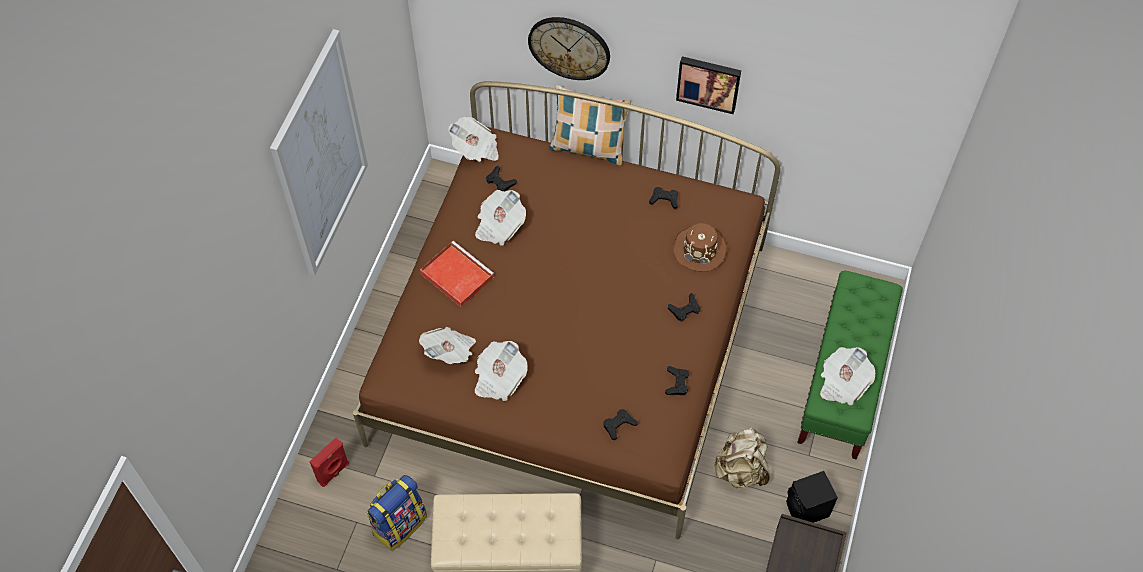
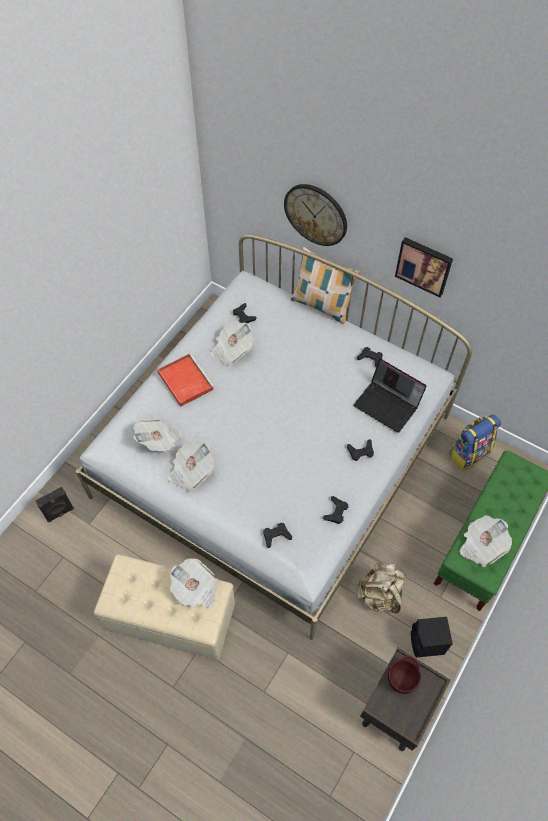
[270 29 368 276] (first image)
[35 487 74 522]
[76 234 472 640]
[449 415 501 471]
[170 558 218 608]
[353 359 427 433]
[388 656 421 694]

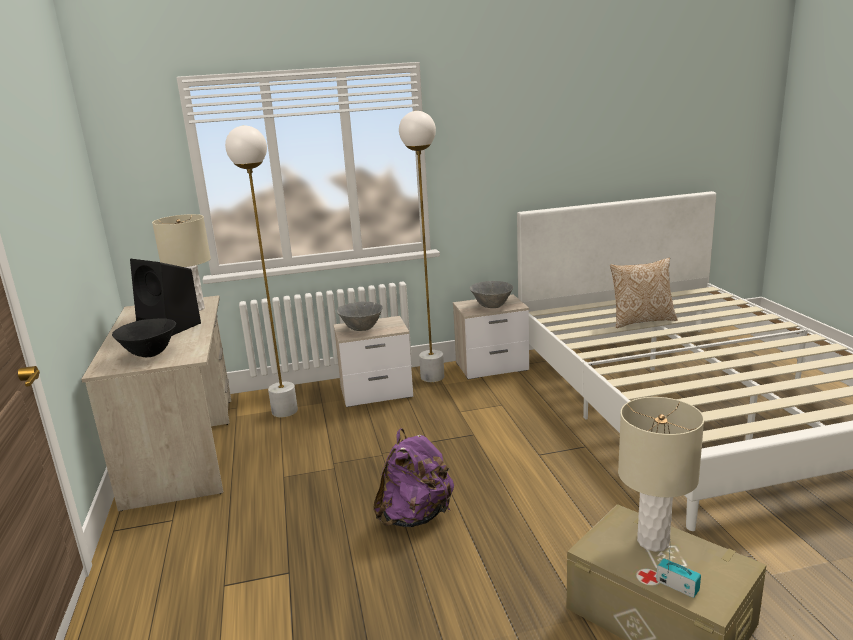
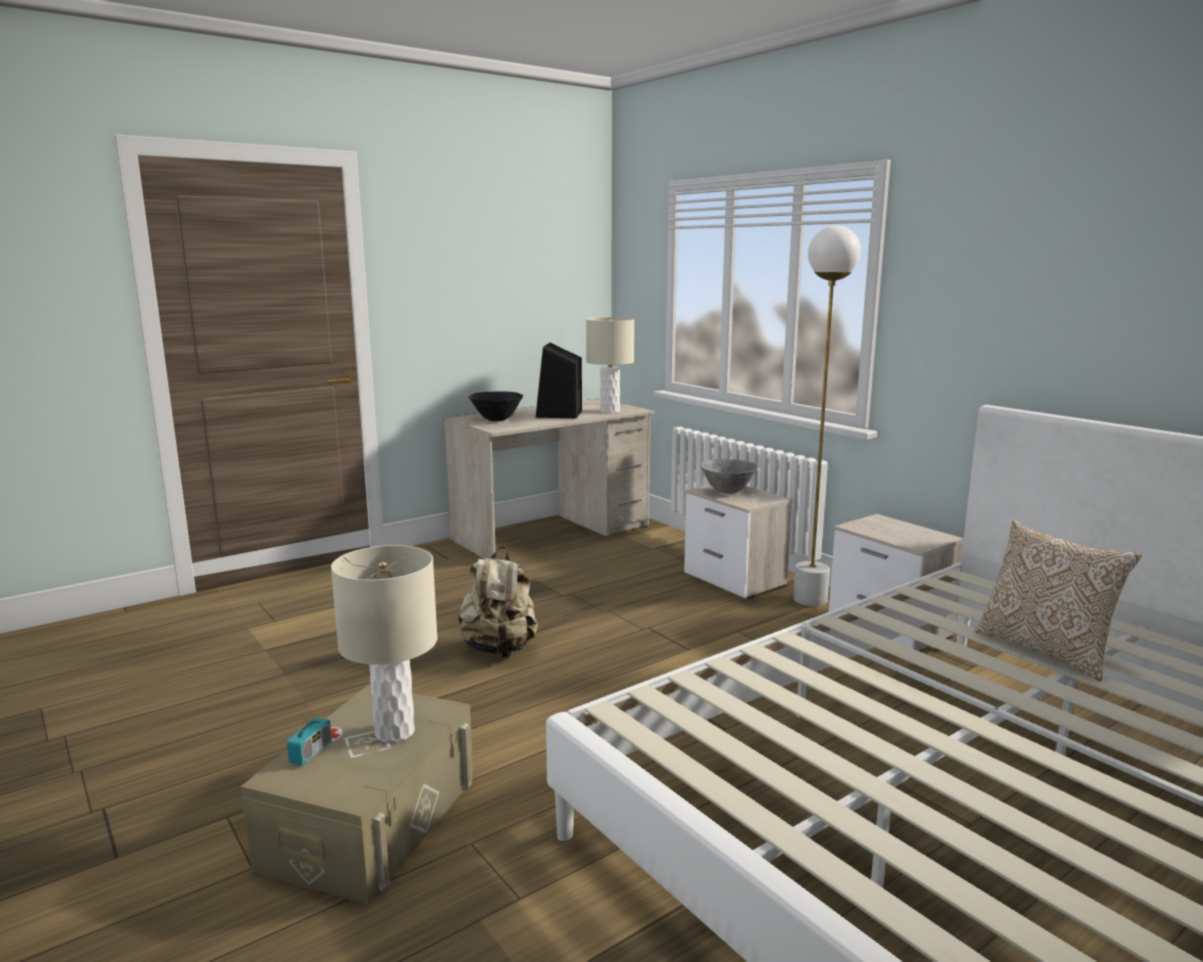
[225 126 298 418] (first image)
[458 546 538 657]
[470 281 513 308] (first image)

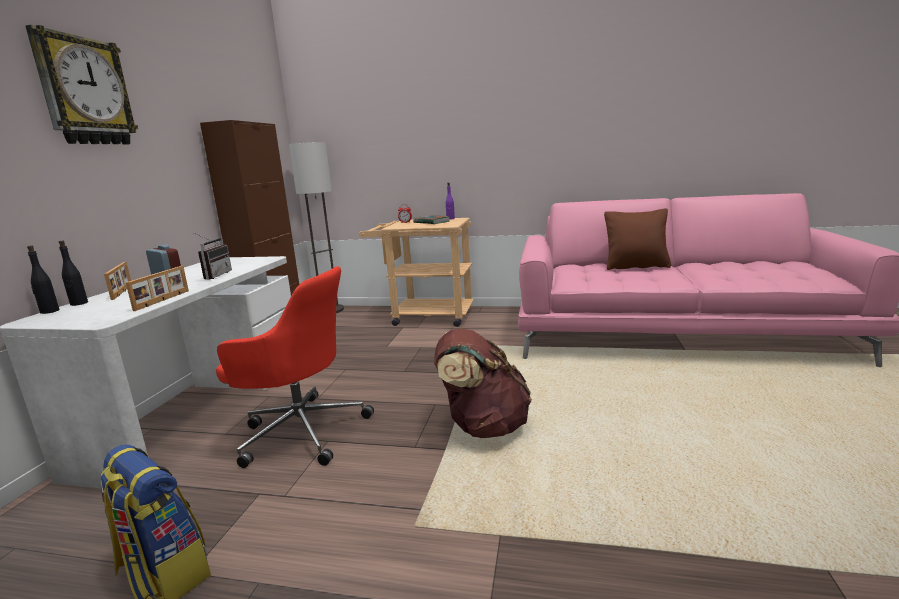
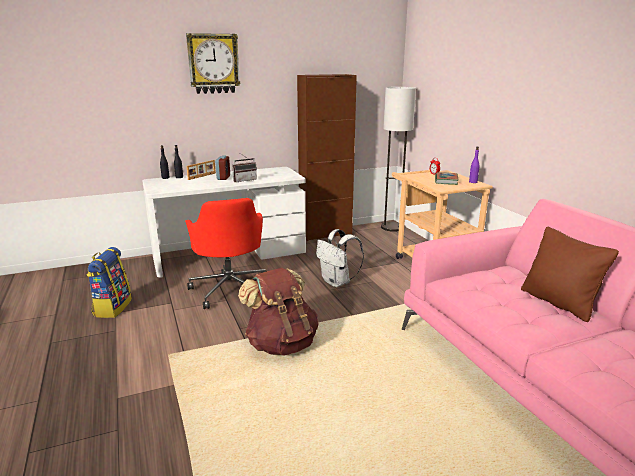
[126 266 189 311] (first image)
[316 229 364 287]

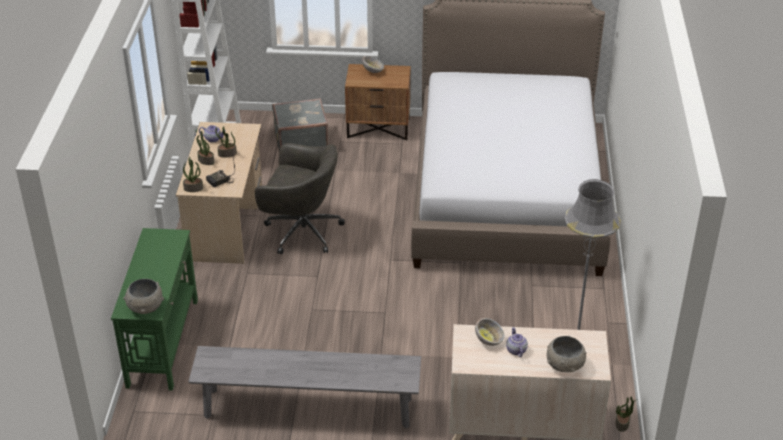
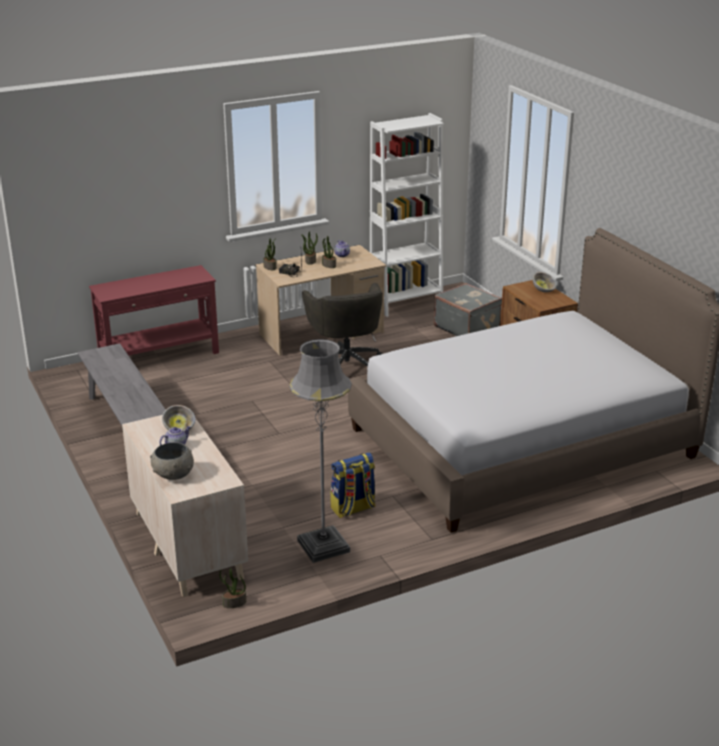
[89 265 219 356]
[123 279 164 314] (first image)
[330 452 376 518]

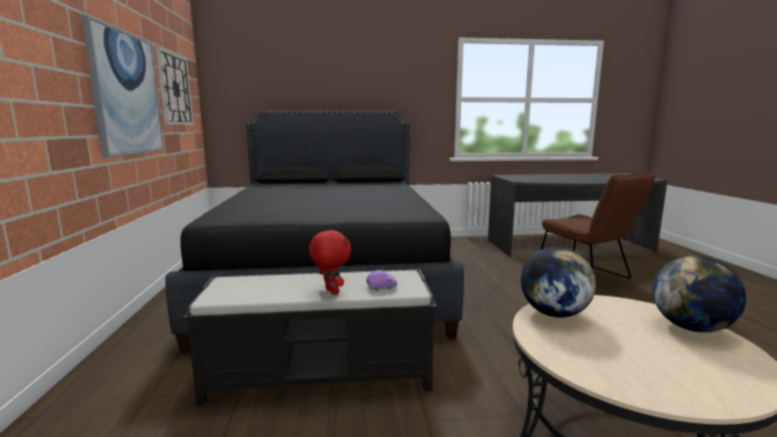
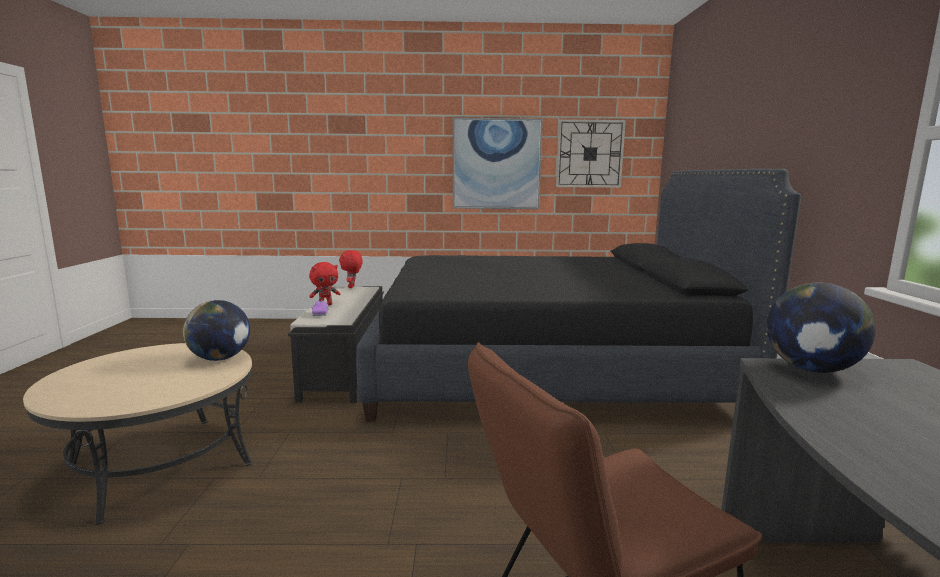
[766 283 876 373]
[339 250 363 288]

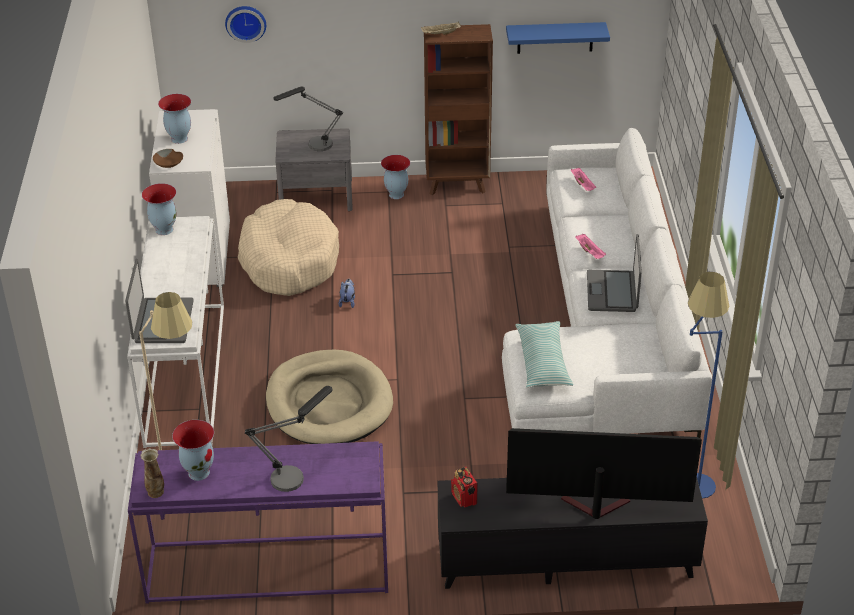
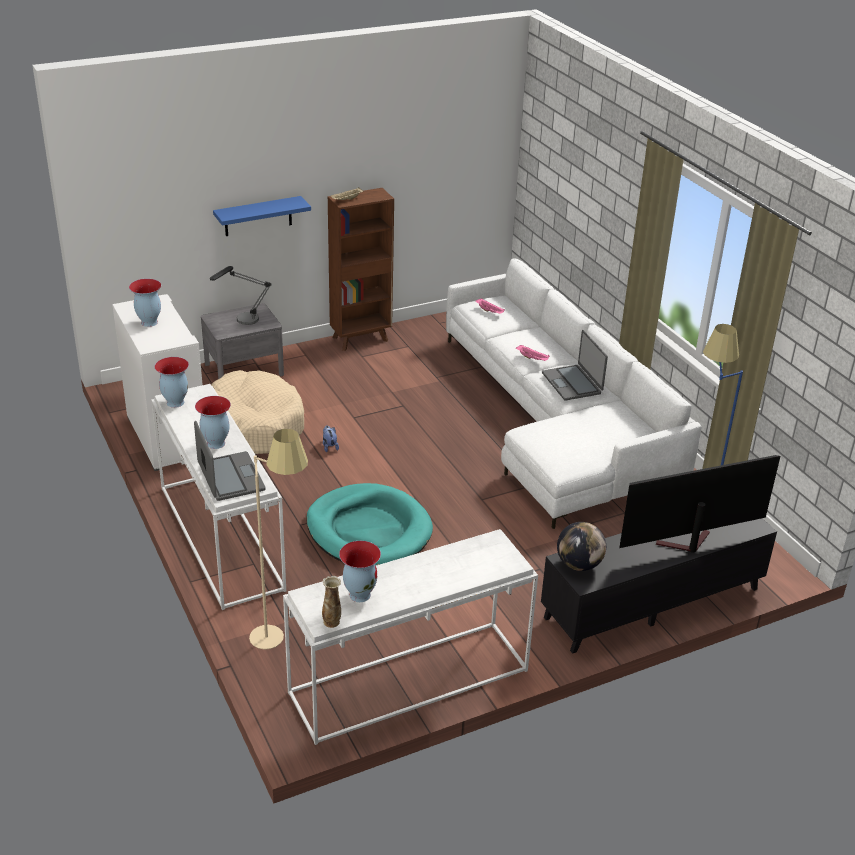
[283 529 538 745]
[153 149 183 168] (first image)
[225 6 266 43] (first image)
[245 386 332 492] (first image)
[306 483 433 565]
[195 396 231 449]
[557 522 606 571]
[213 196 311 236]
[515 321 573 388] (first image)

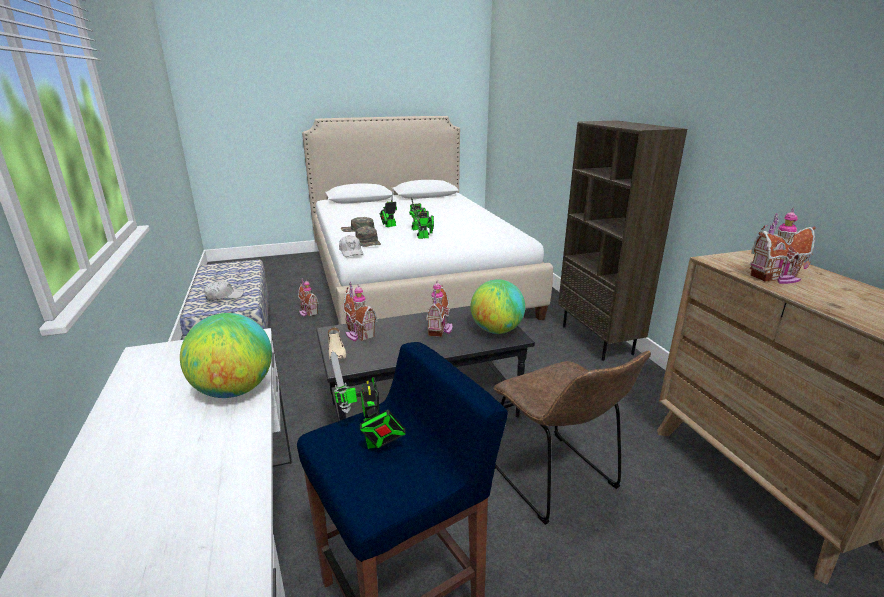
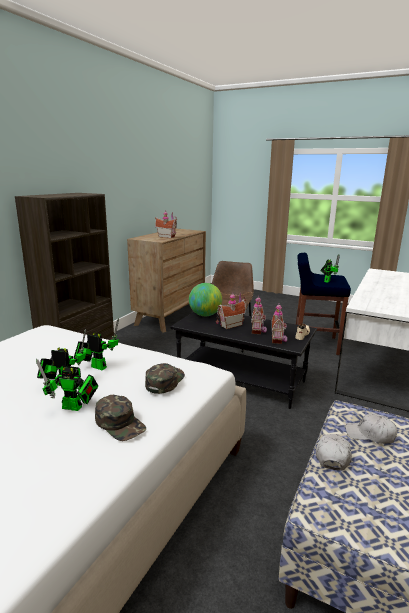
[180 313 272 398] (first image)
[251 295 267 334]
[316 434 352 471]

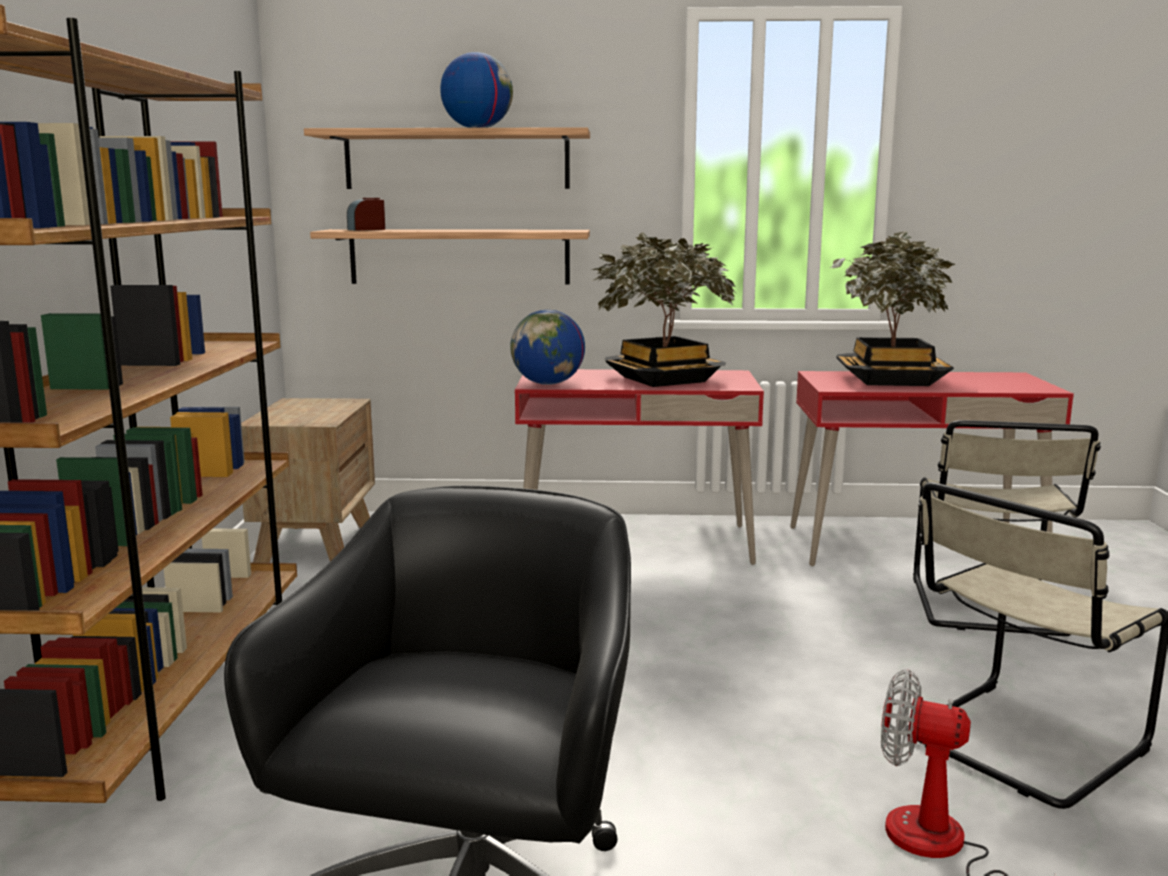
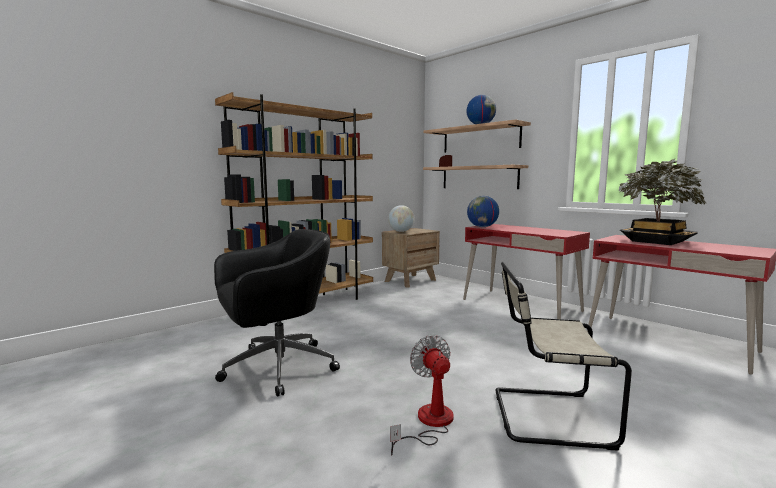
[590 232 736 387] (first image)
[913 420 1101 636] (first image)
[388 205 414 232]

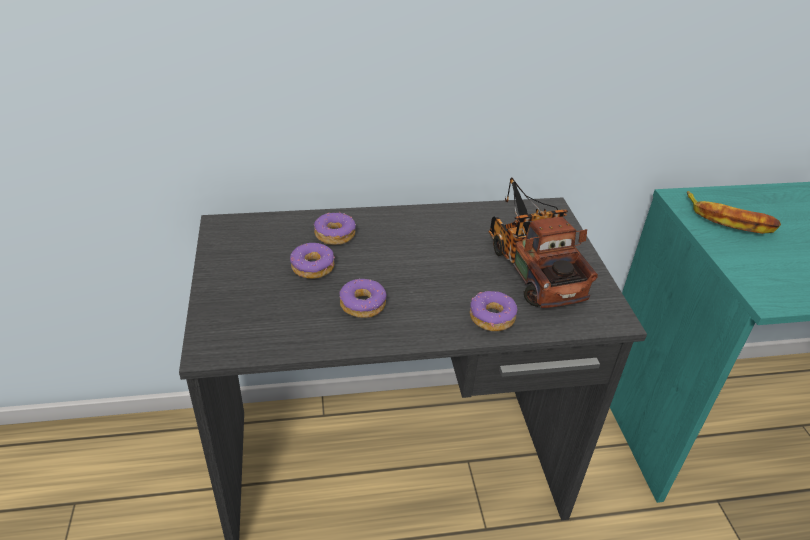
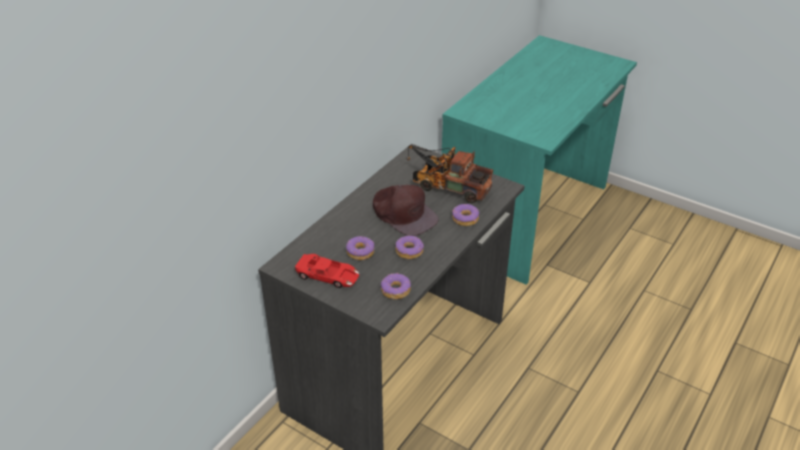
[381 273 411 299]
[687 191 781 234] (first image)
[295 254 359 288]
[373 185 439 236]

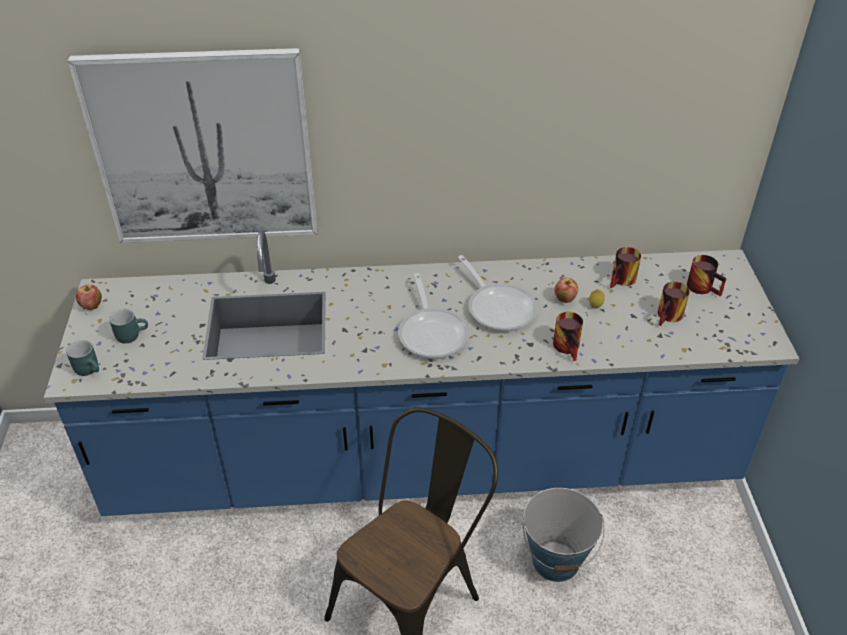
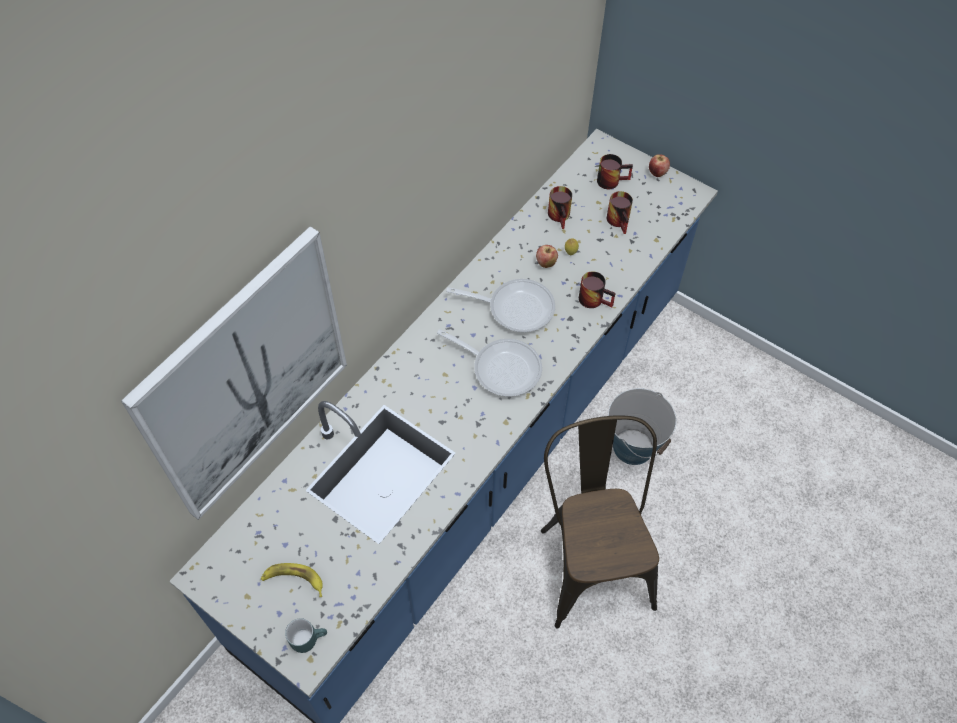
[649 154 670 177]
[261 563 323 597]

